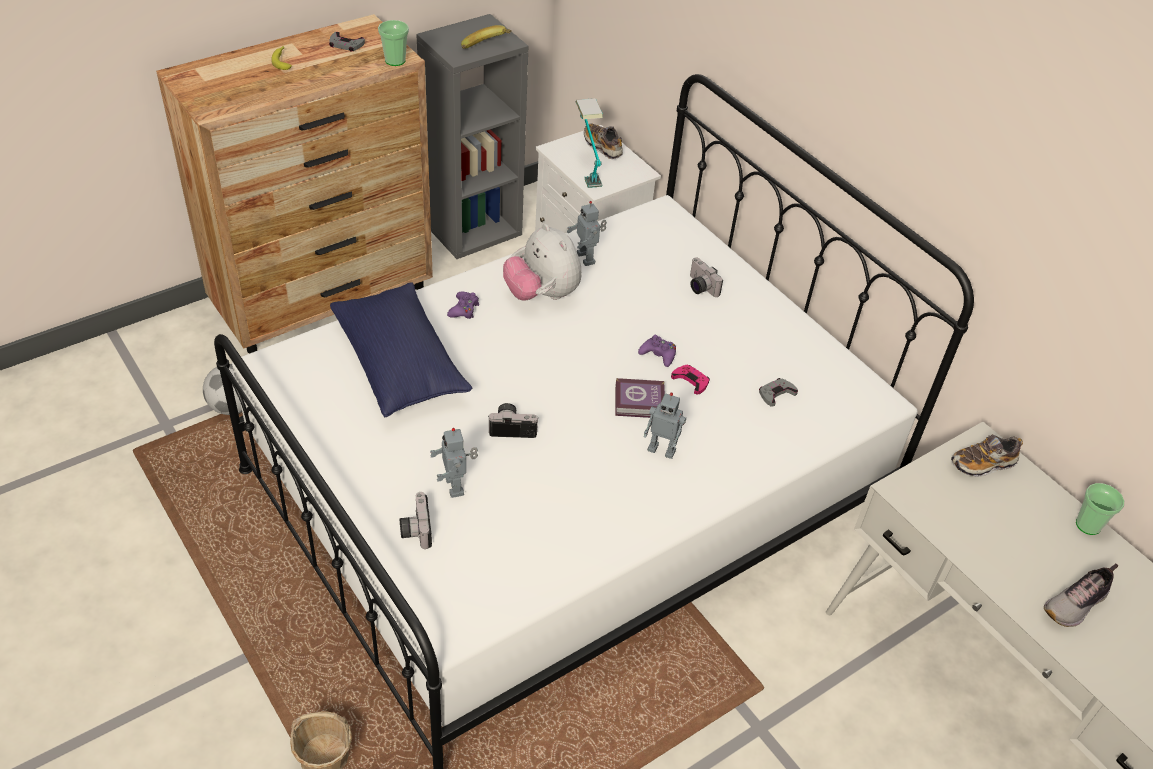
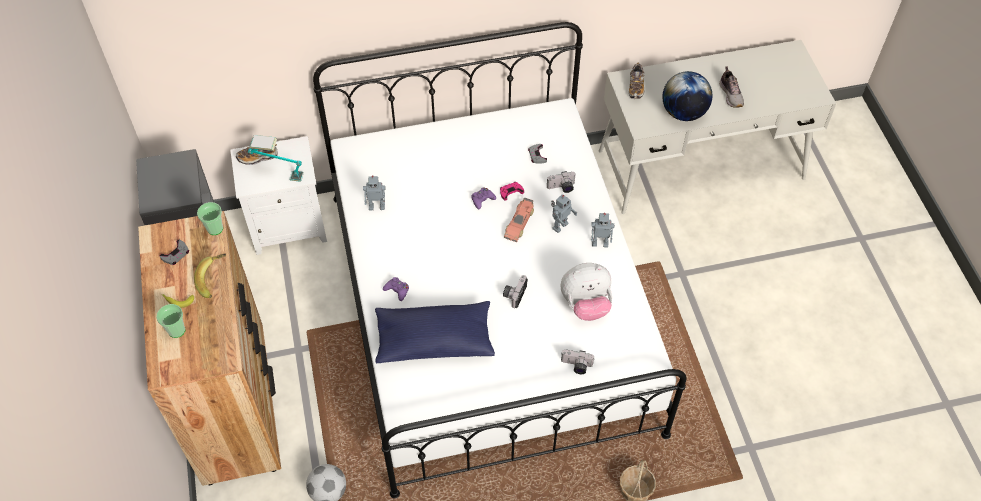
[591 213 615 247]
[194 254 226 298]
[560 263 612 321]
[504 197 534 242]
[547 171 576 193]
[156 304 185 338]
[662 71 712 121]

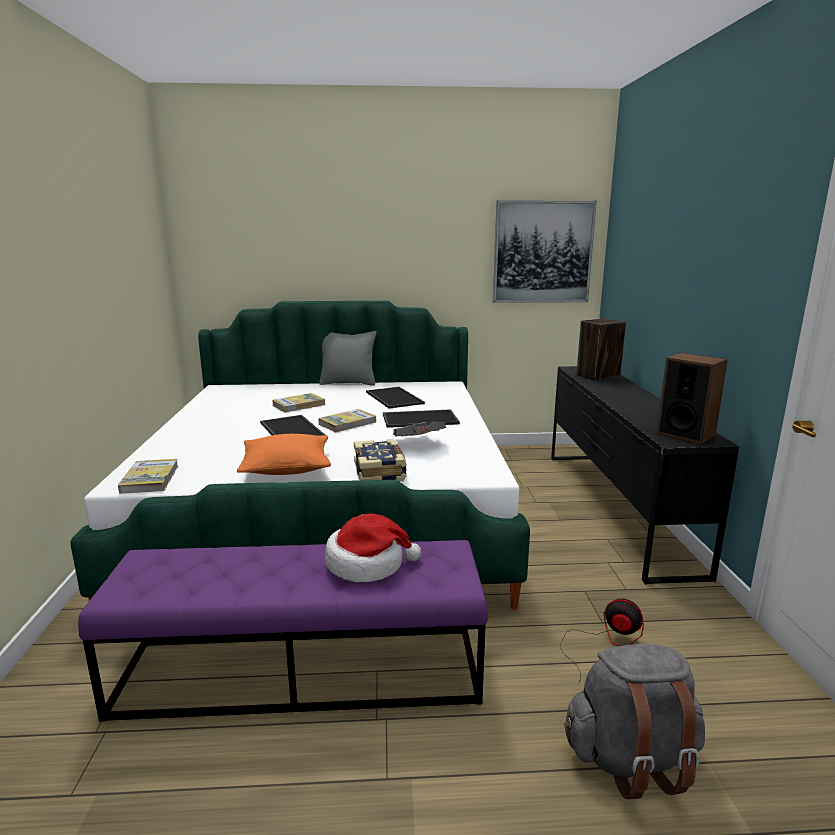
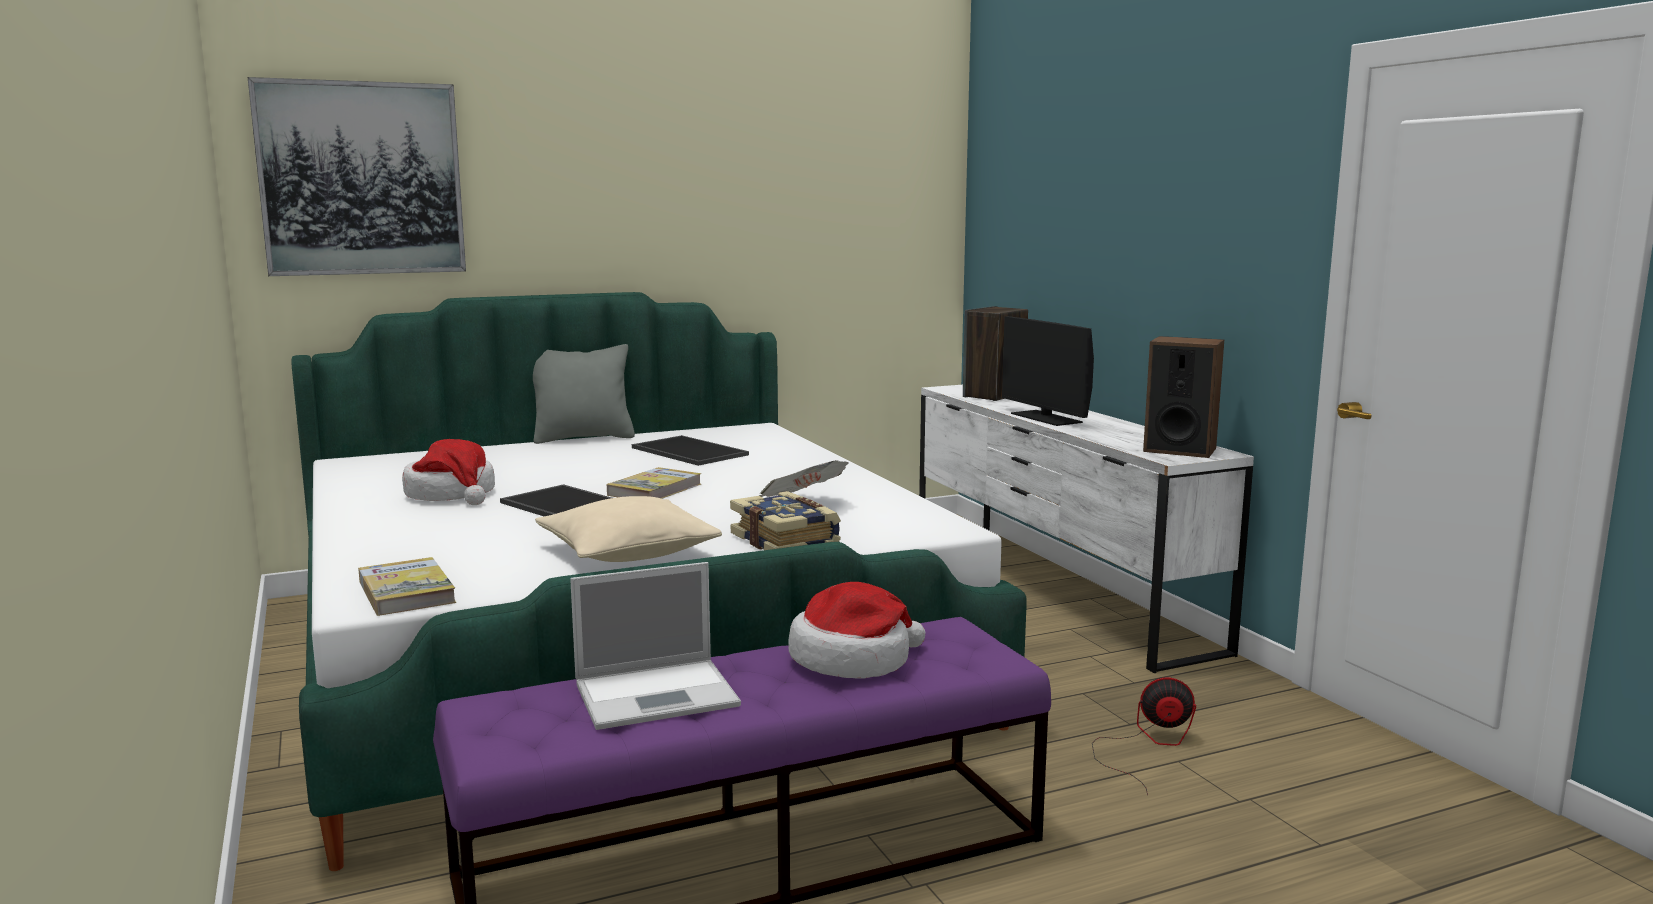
[535 496 722 562]
[272 393 325 413] (first image)
[383 409 460 428] (first image)
[248 77 466 276]
[919 385 1254 673]
[564 644 705 799] (first image)
[402 439 495 505]
[570 562 741 730]
[1002 316 1094 426]

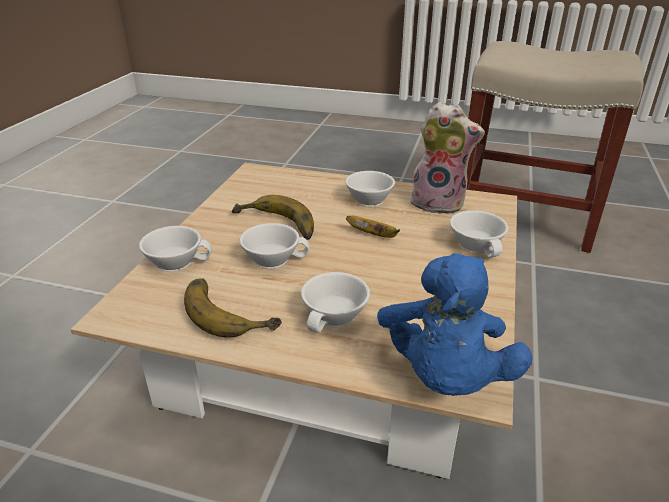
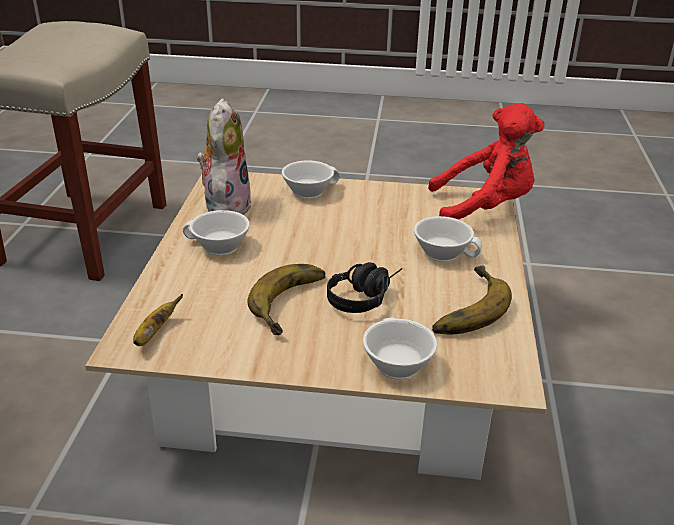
[327 262 402 313]
[133 294 183 346]
[428 103 544 219]

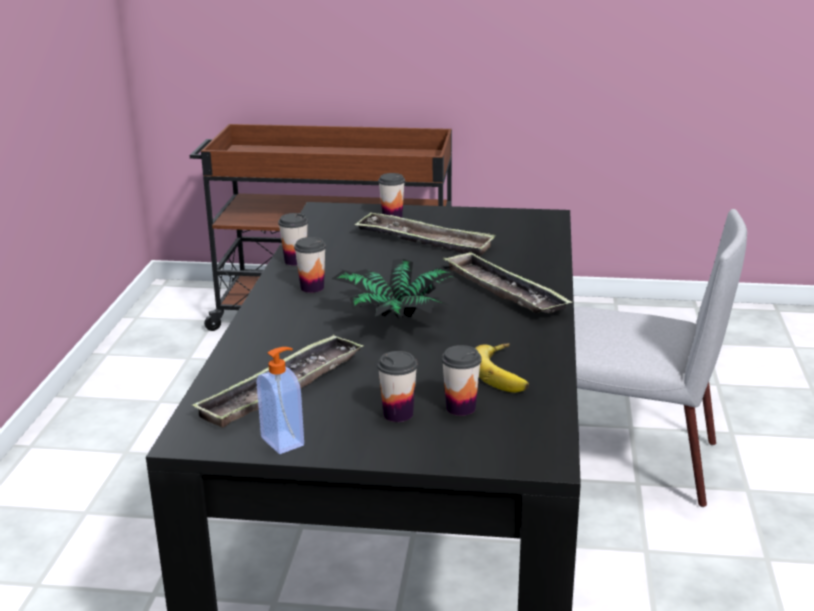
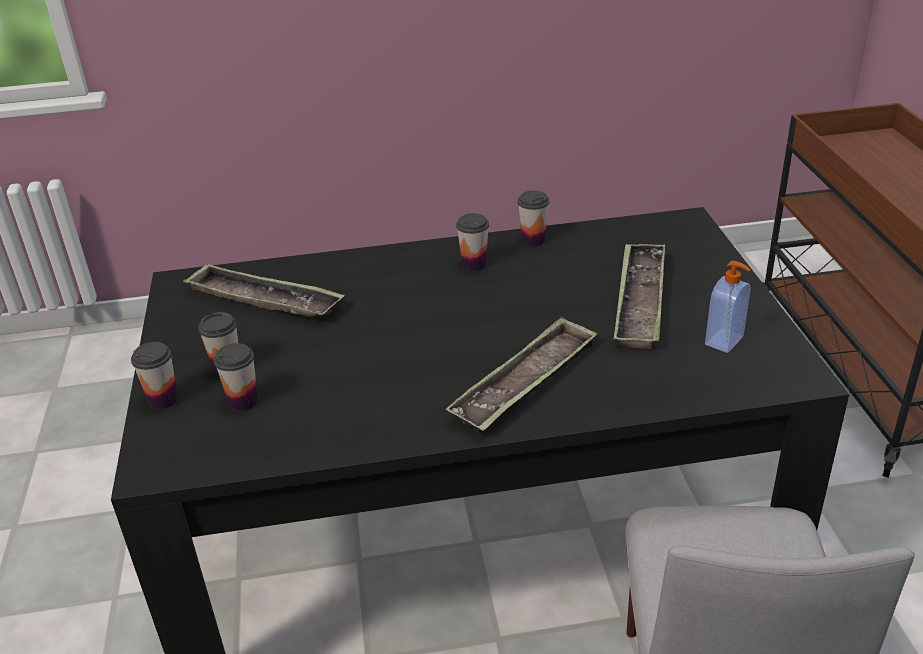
[705 261 751 353]
[332 259 459 319] (first image)
[131 342 178 409]
[475 343 529 393] (first image)

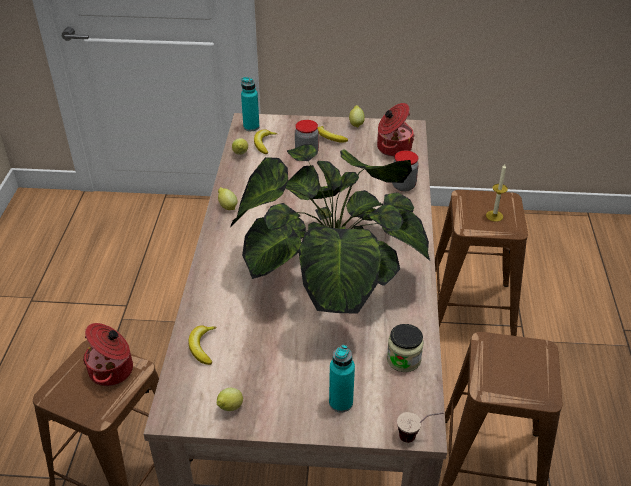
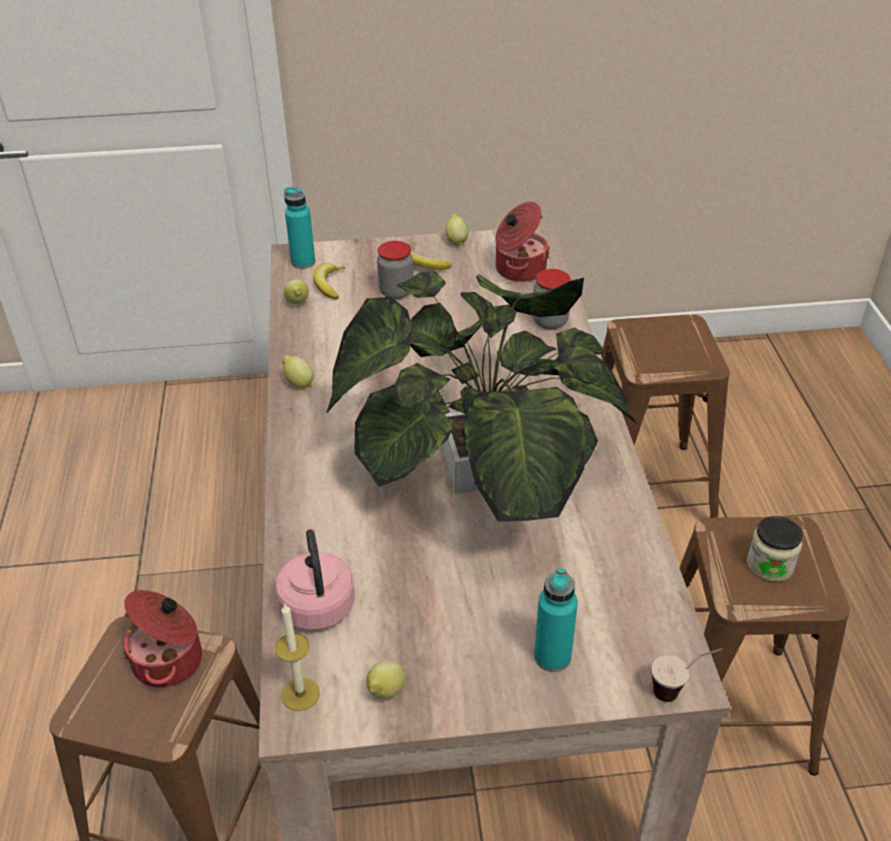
[275 527 355 631]
[747 516 803 582]
[275 603 320 711]

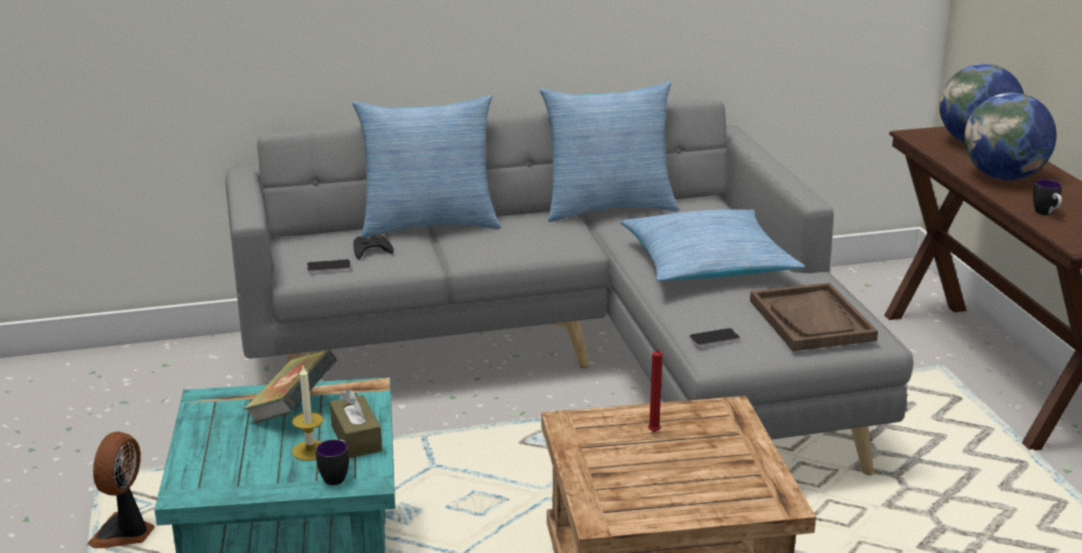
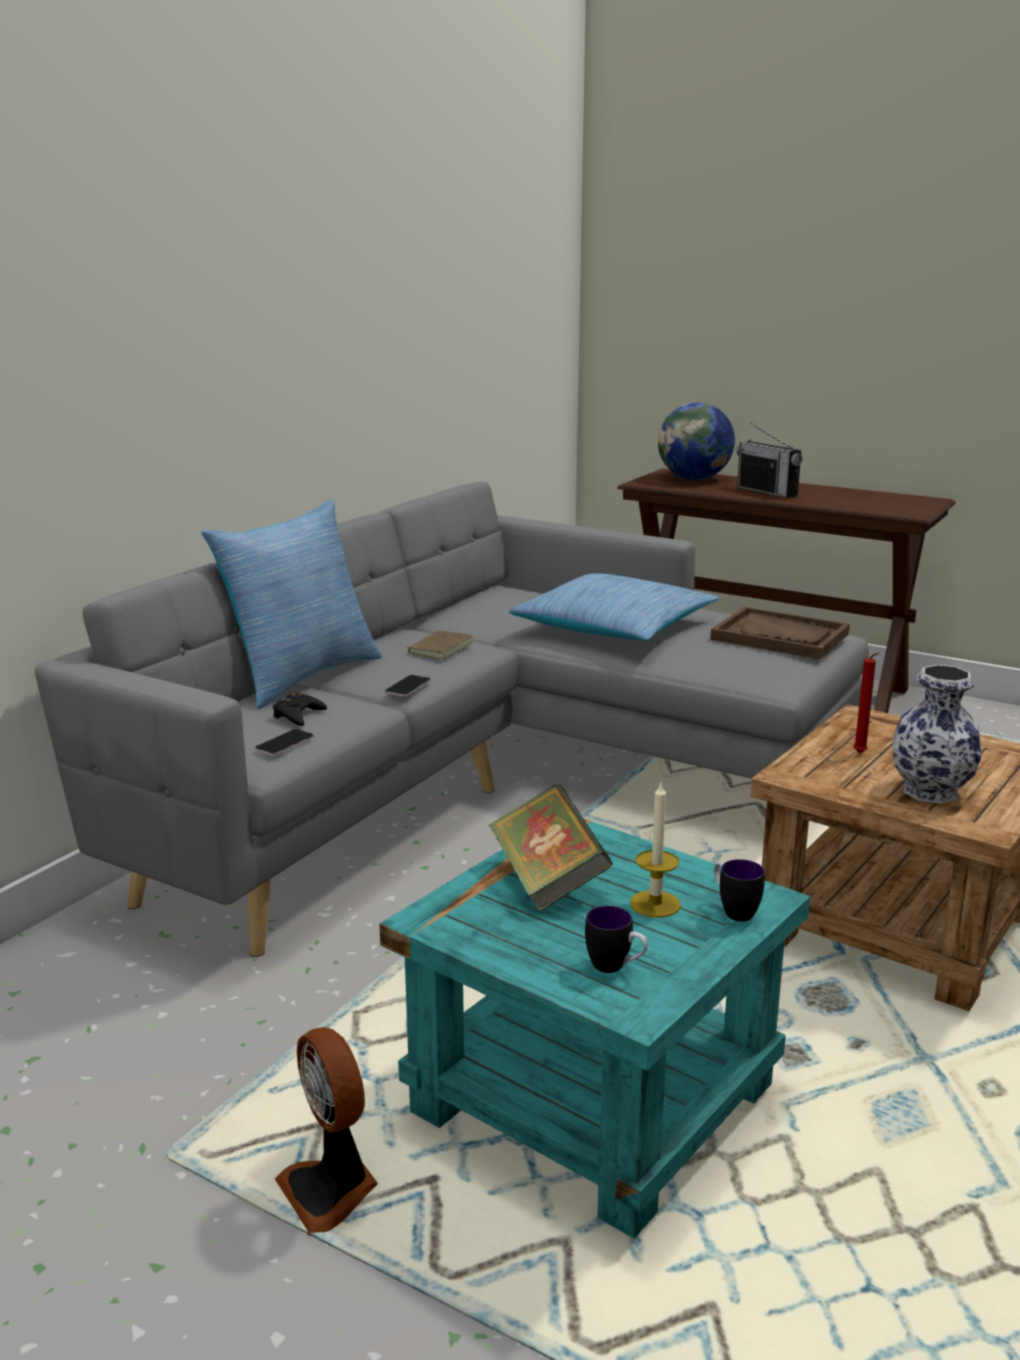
[330 389 382 458] (first image)
[540 81 679 222] (first image)
[385 675 431 696]
[736 423 802 498]
[585 906 648 973]
[403 631 473 660]
[893 665 981 804]

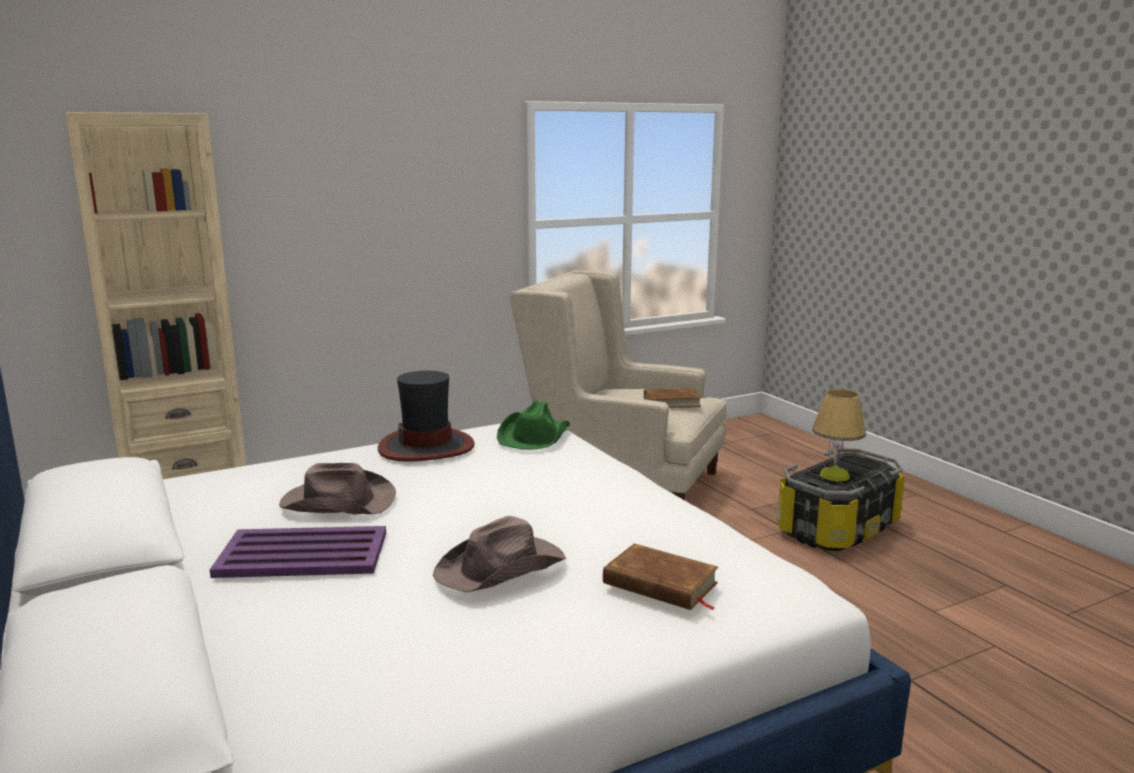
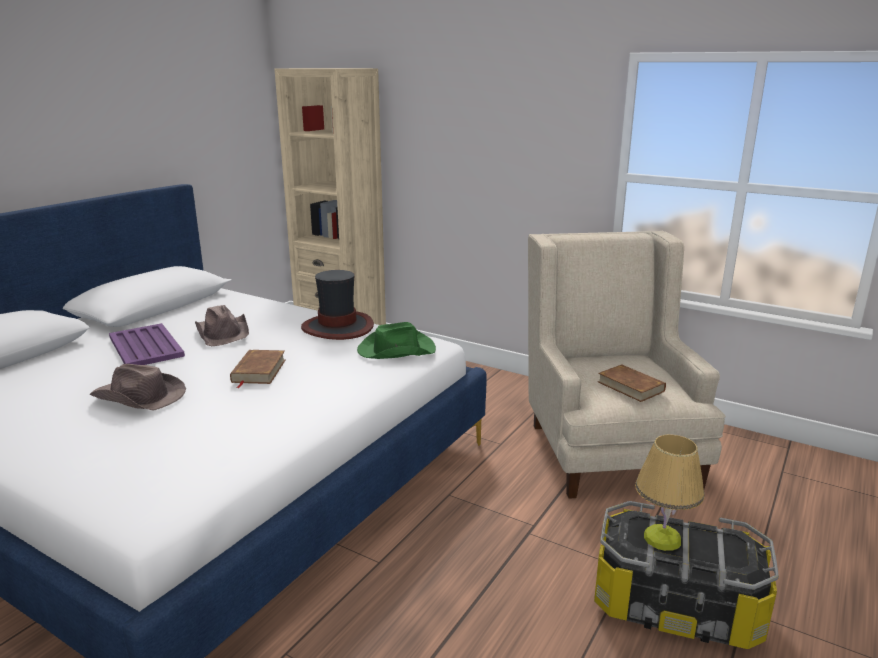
[230 350 286 388]

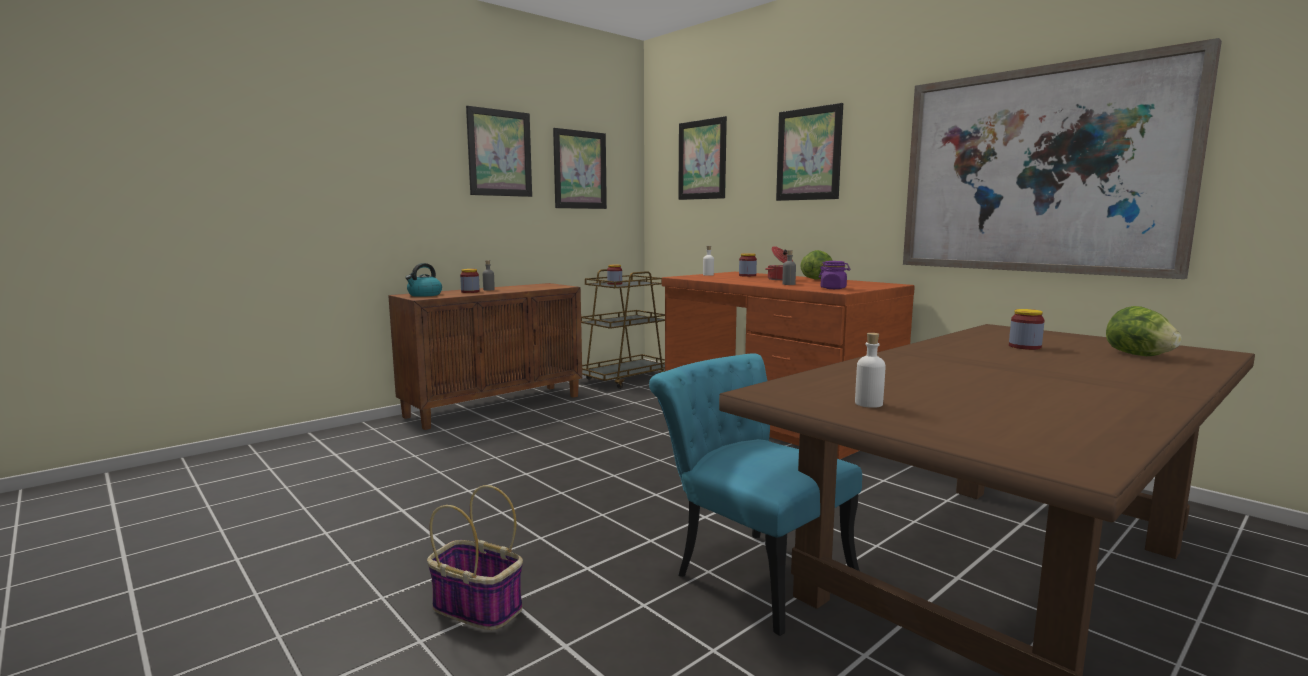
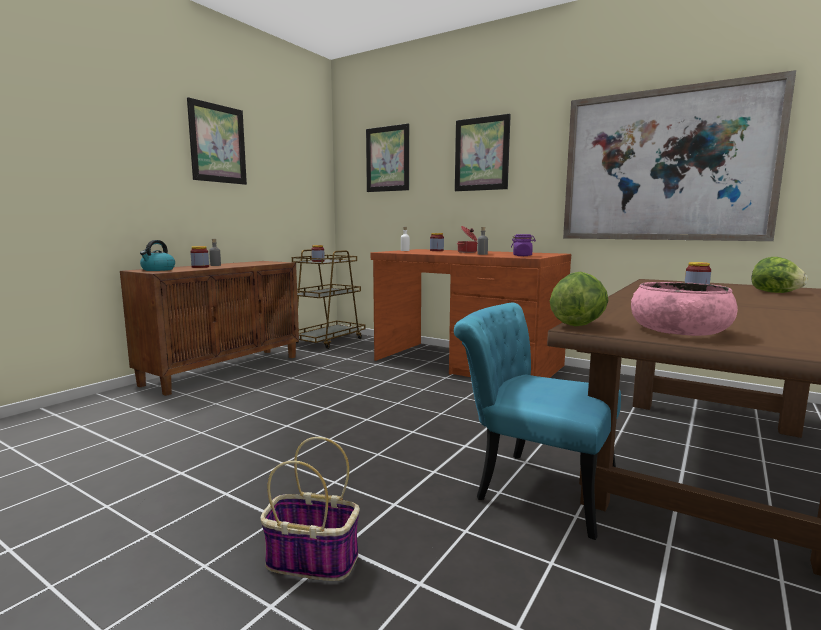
[553 128 607 209] (first image)
[550 271 609 327]
[631 282 738 336]

